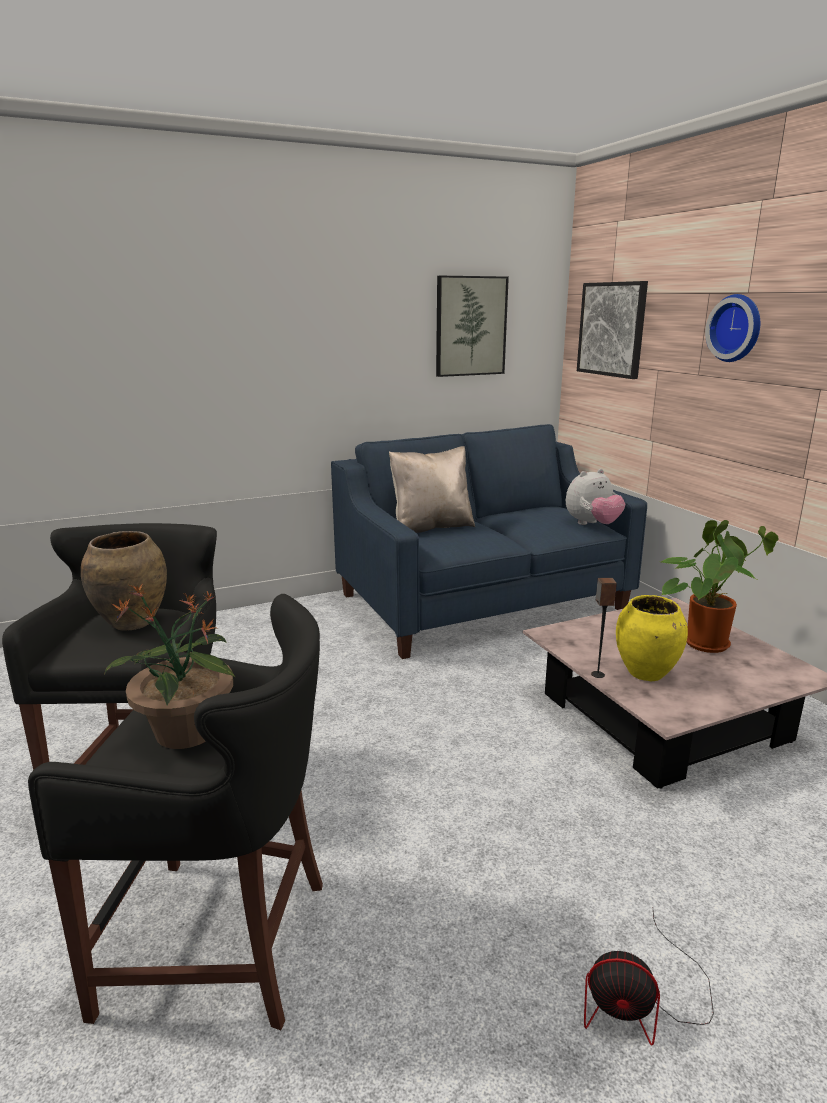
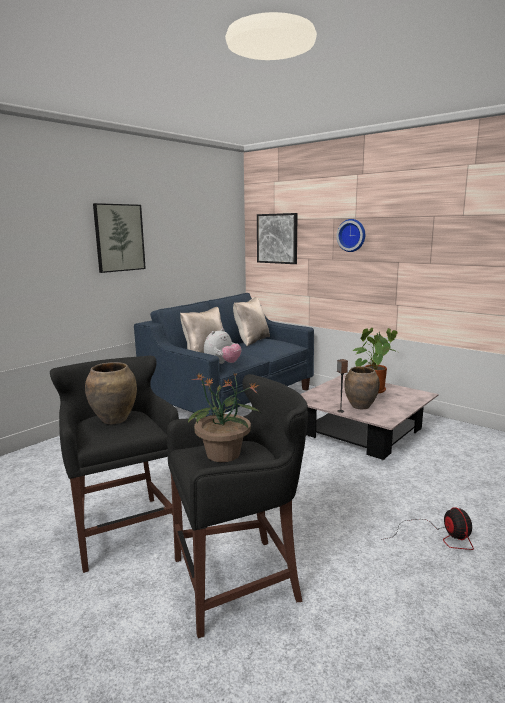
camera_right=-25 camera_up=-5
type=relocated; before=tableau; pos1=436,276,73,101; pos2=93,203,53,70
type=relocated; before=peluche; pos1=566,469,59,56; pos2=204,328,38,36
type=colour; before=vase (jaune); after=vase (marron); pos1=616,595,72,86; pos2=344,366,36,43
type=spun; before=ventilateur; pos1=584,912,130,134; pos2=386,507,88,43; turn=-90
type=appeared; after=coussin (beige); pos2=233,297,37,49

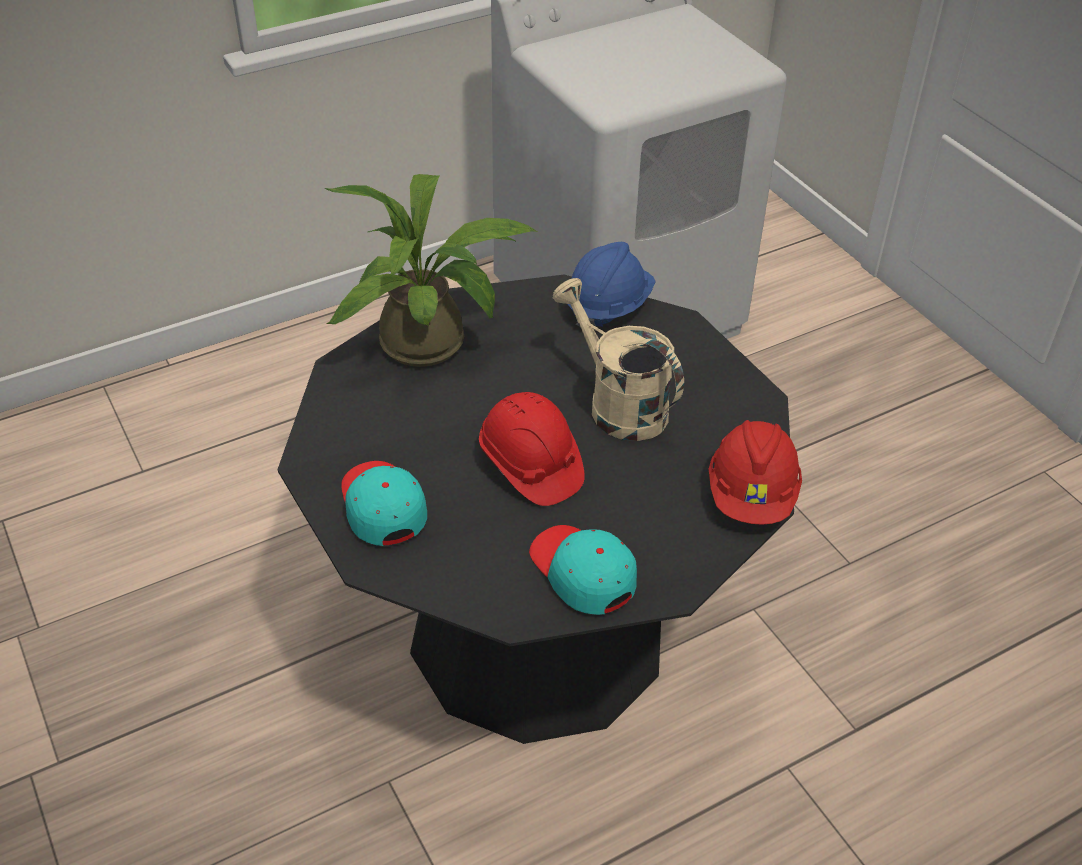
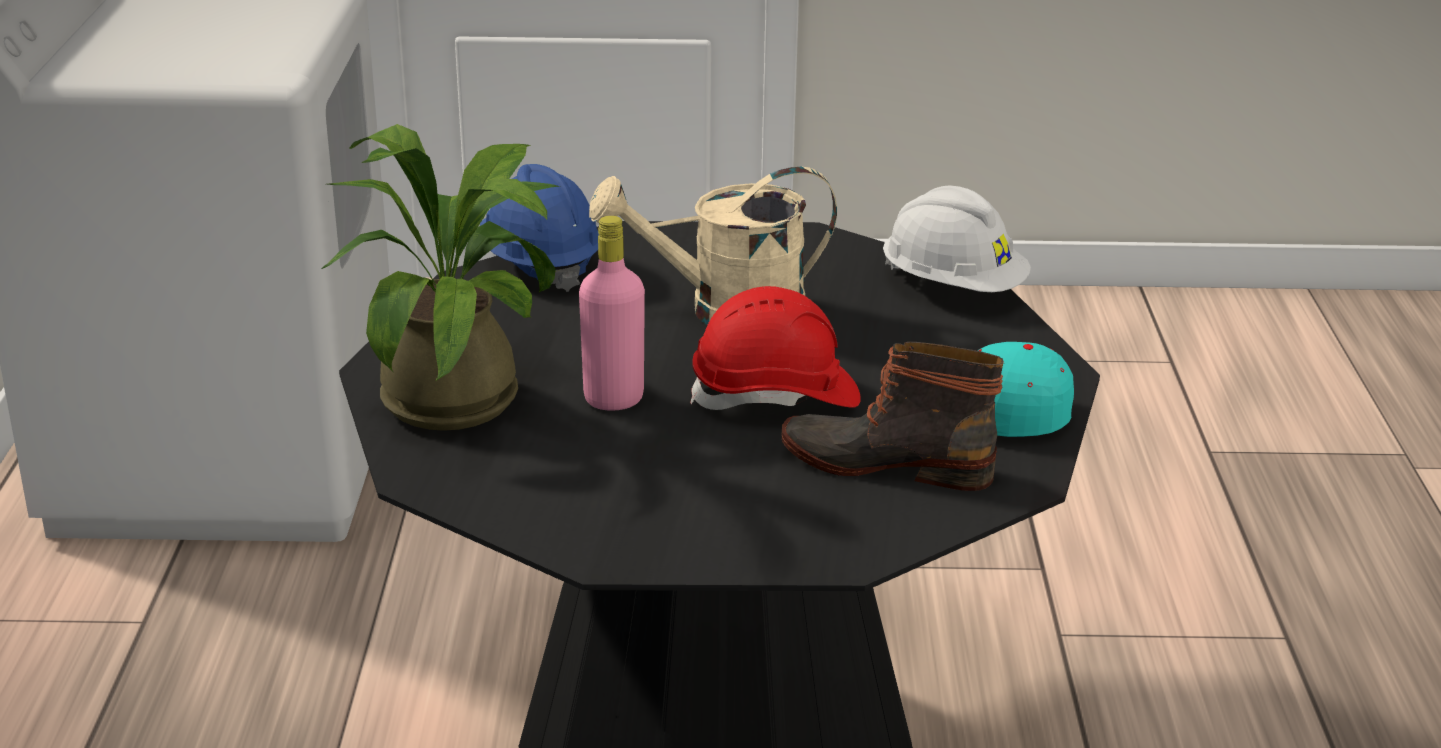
camera_right=-60 camera_up=-15
type=colour; before=casque de chantier (rouge); after=casque de chantier (blanc); pos1=709,420,93,105; pos2=883,186,148,106
type=missing; before=casquette (turquoise); pos1=341,461,86,85
type=appeared; after=bouteille (rose); pos2=579,216,66,195
type=appeared; after=botte; pos2=782,342,222,149

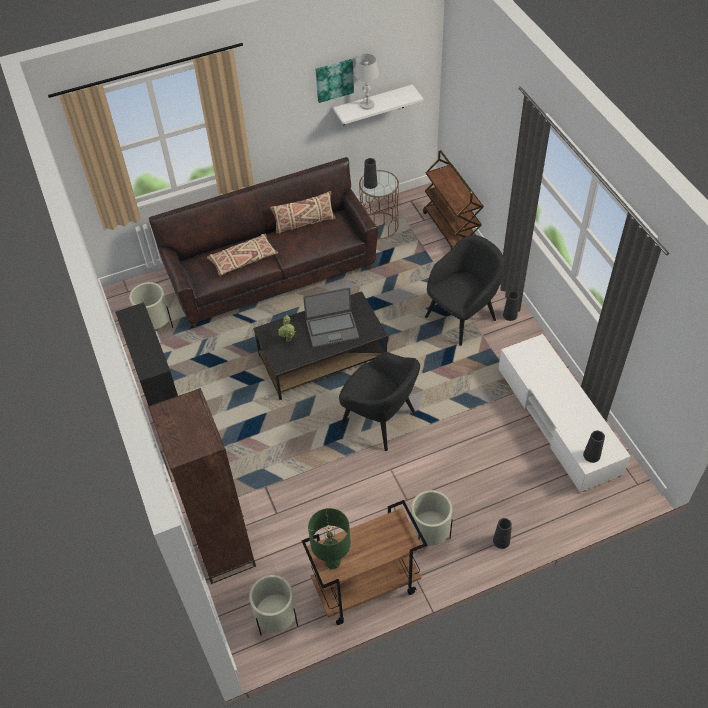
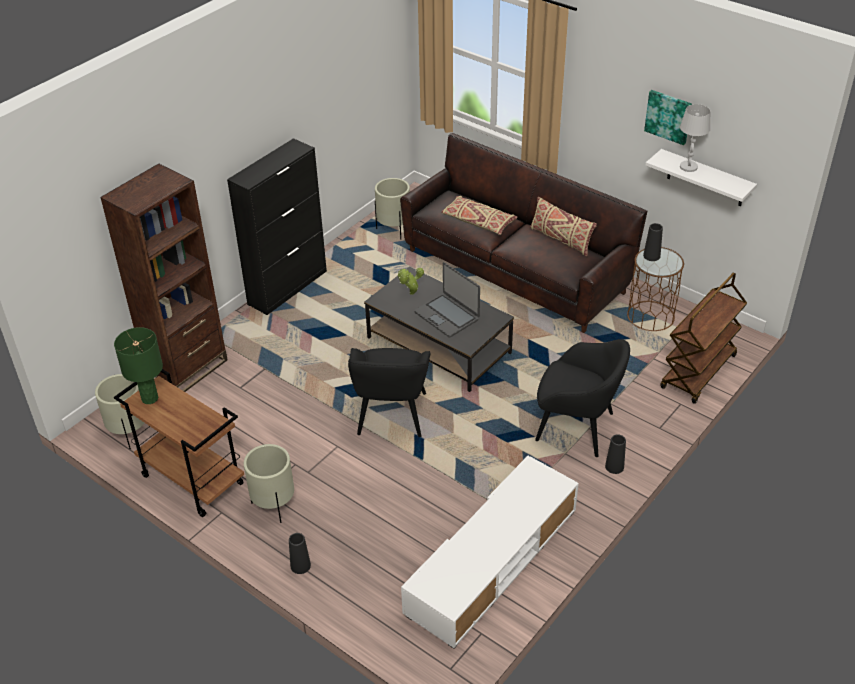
camera_right=60 camera_up=-10
type=missing; before=vase (noir); pos1=583,431,22,32

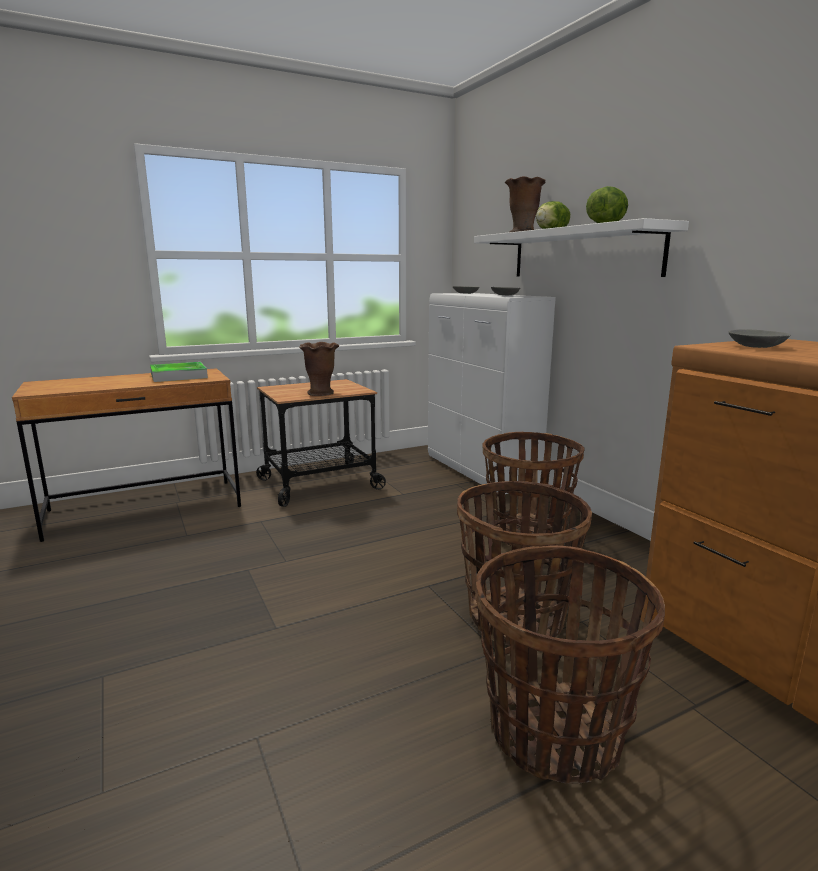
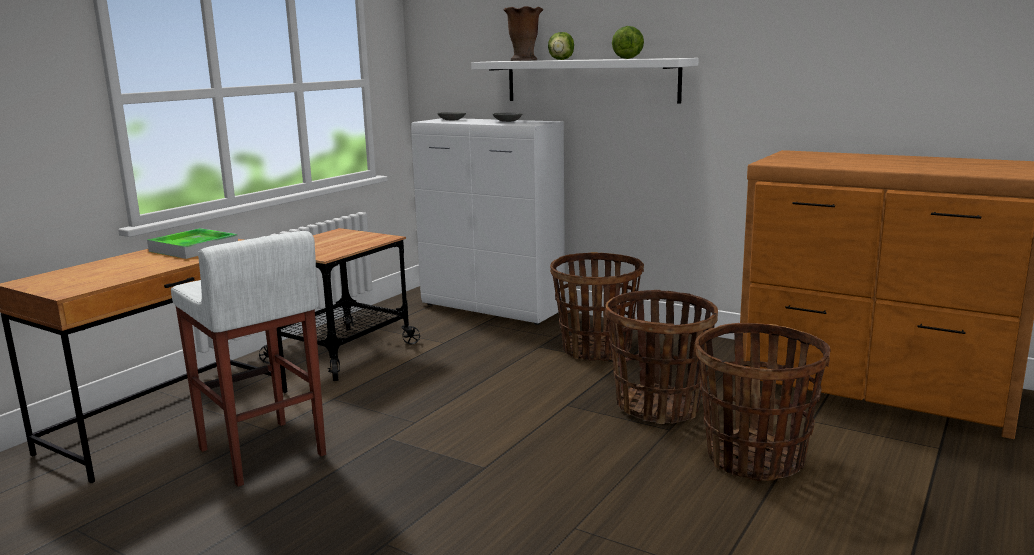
camera_right=-30 camera_up=0
type=missing; before=bol (gris); pos1=729,329,61,19
type=missing; before=vase (marron); pos1=299,342,40,54
type=appeared; after=tabouret (blanc); pos2=171,231,155,256

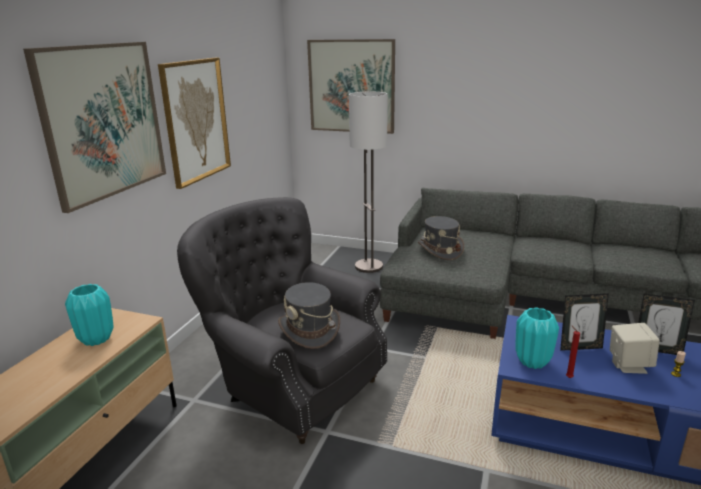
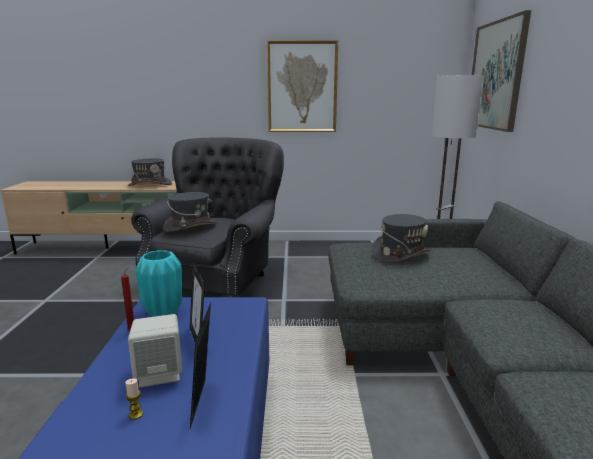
camera_right=70 camera_up=-5
type=missing; before=tableau; pos1=23,42,143,171
type=exchanged; before=vase (turquoise); after=chapeau (gris); pos1=65,284,49,62; pos2=128,159,44,27

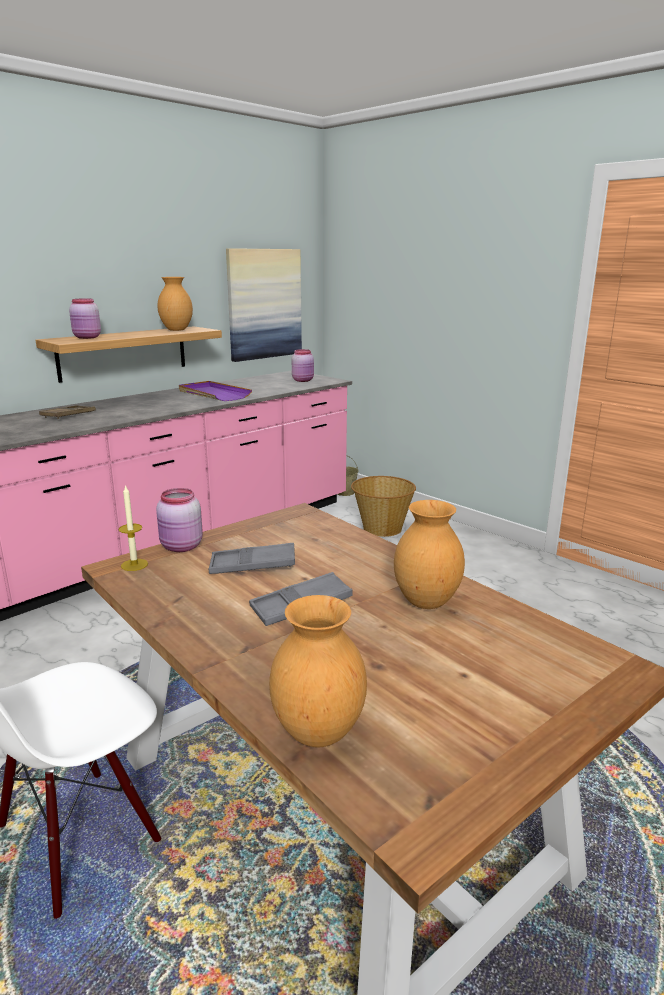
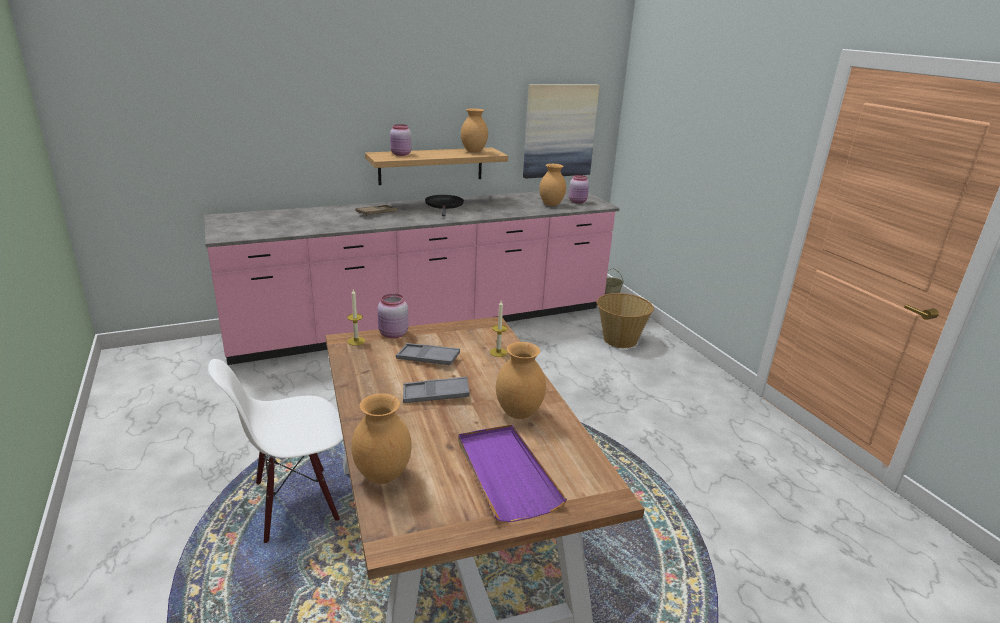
camera_right=20 camera_up=5
type=relocated; before=plateau (violet); pos1=179,381,73,20; pos2=458,424,109,98
type=appeared; after=vase (marron); pos2=539,164,27,42
type=appeared; after=poêle (noir); pos2=425,195,39,21
type=appeared; after=bougie; pos2=490,301,17,56

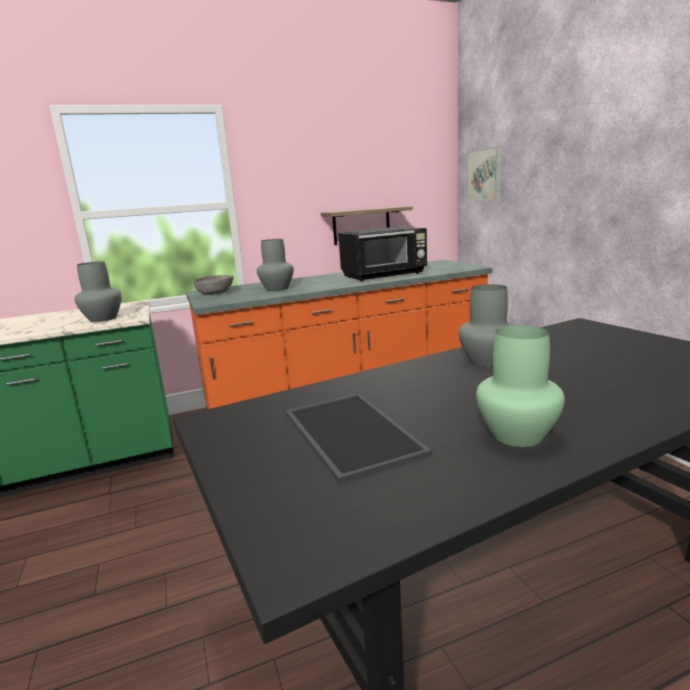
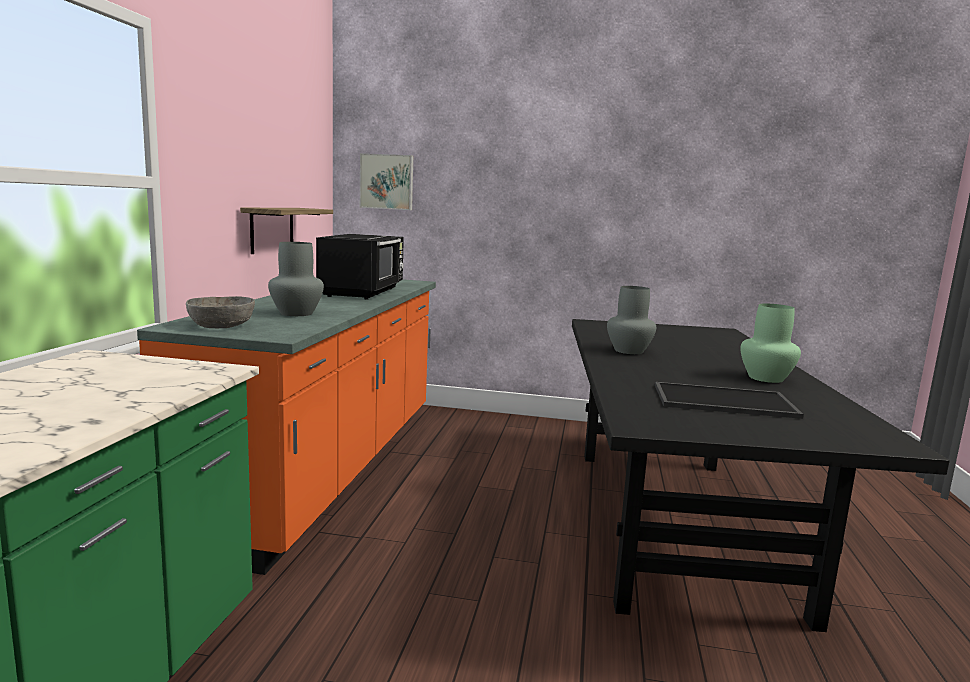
camera_right=-60 camera_up=-5
type=missing; before=vase (gris); pos1=74,261,48,61

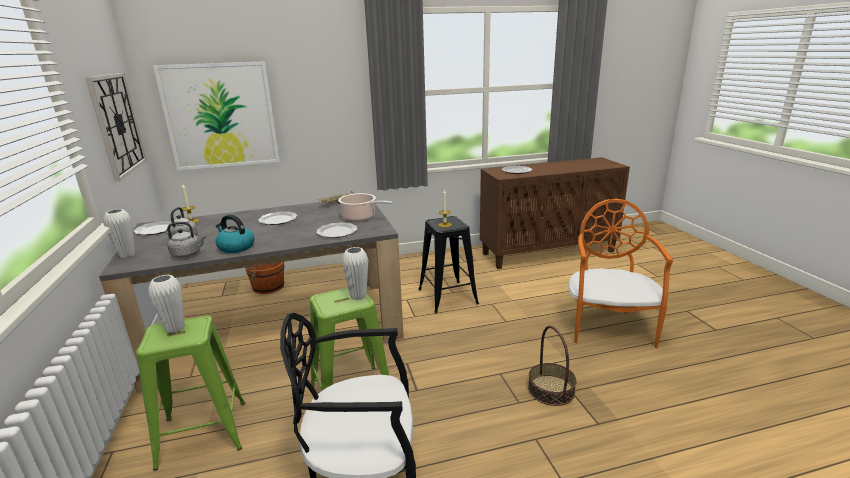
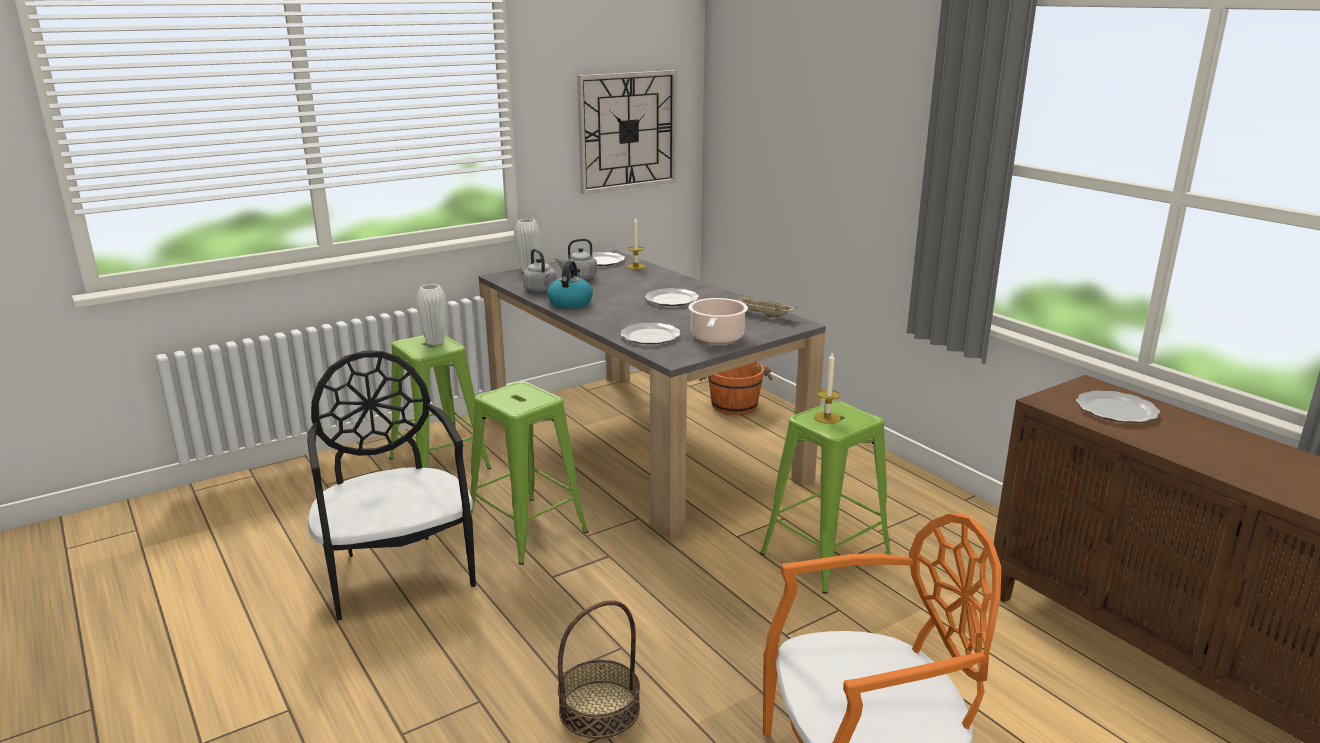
camera_right=70 camera_up=0
type=missing; before=tableau; pos1=153,61,127,110
type=colour; before=tabouret (noir); after=tabouret (vert); pos1=418,216,61,97; pos2=760,401,131,193
type=missing; before=vase (blanc); pos1=342,247,26,53

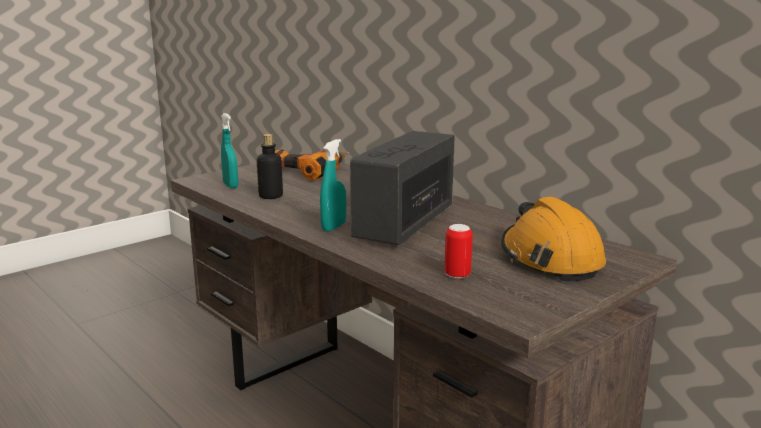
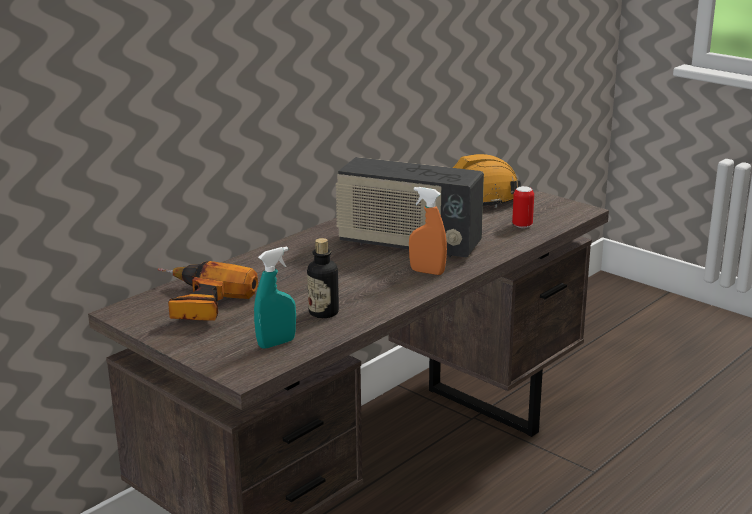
camera_right=-95 camera_up=5
type=colour; before=vaporisateur (turquoise); after=vaporisateur (orange); pos1=320,139,26,93; pos2=409,187,38,88

